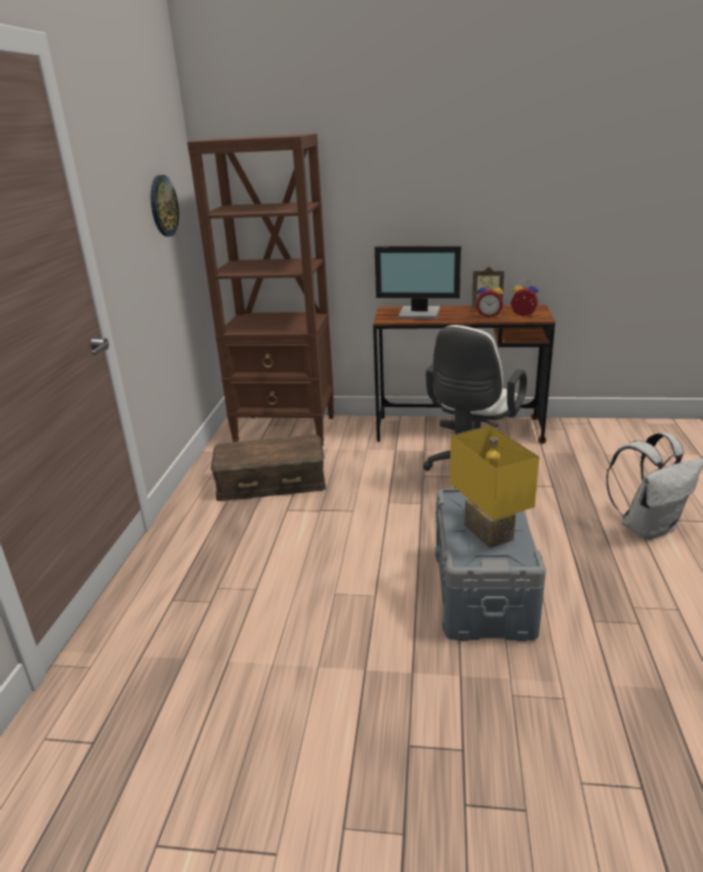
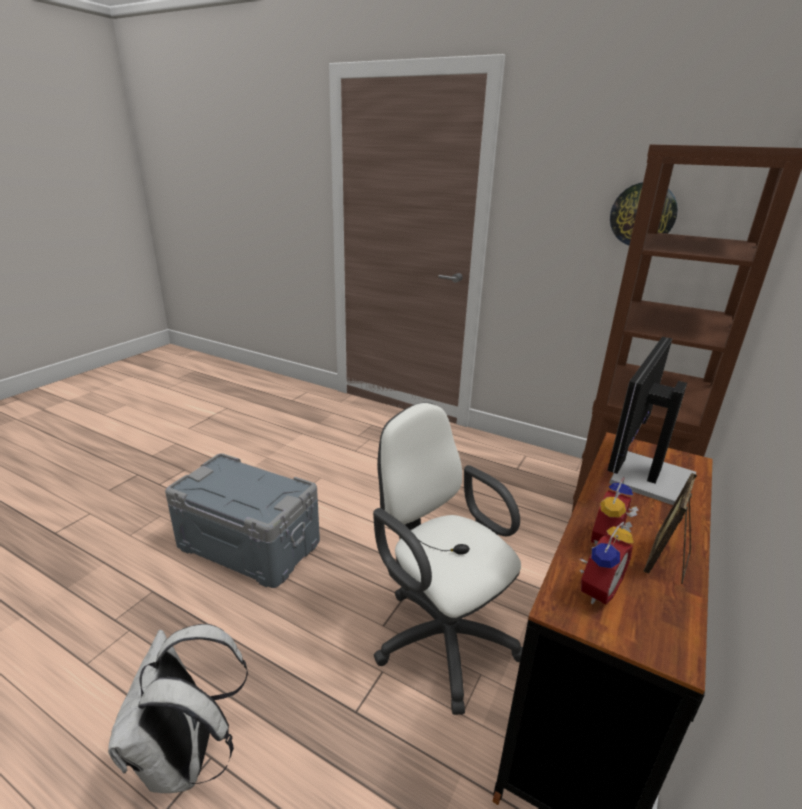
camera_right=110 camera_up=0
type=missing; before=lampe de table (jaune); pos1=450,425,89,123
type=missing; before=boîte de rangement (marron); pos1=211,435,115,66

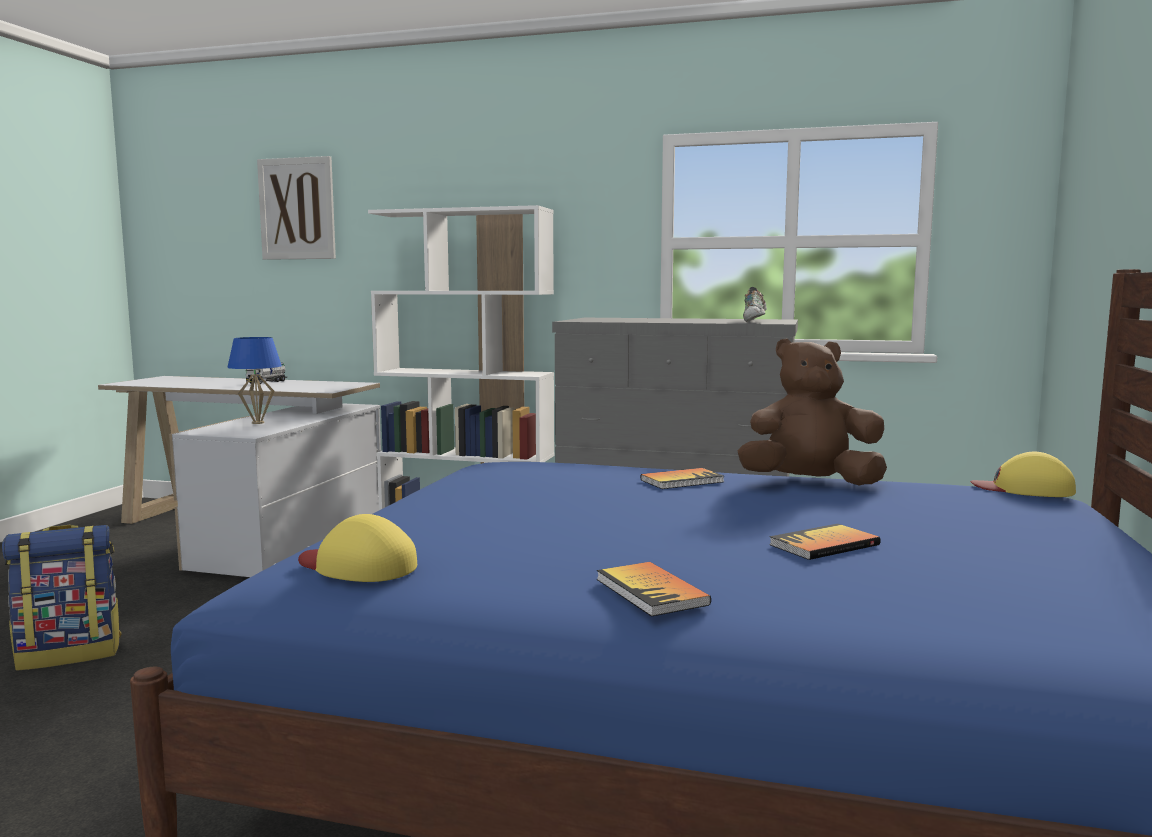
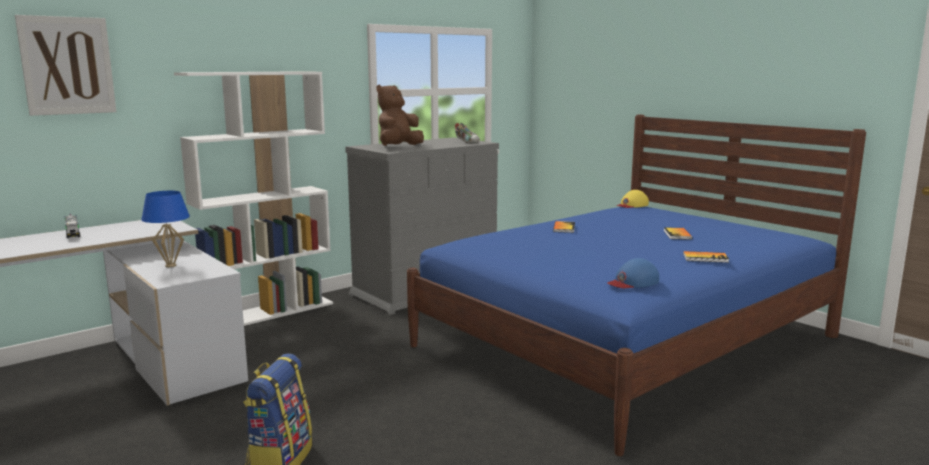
camera_right=-55 camera_up=5
type=relocated; before=peluche (marron); pos1=737,338,150,147; pos2=376,85,48,61
type=colour; before=casquette (jaune); after=casquette (bleu); pos1=298,514,119,68; pos2=608,258,51,30

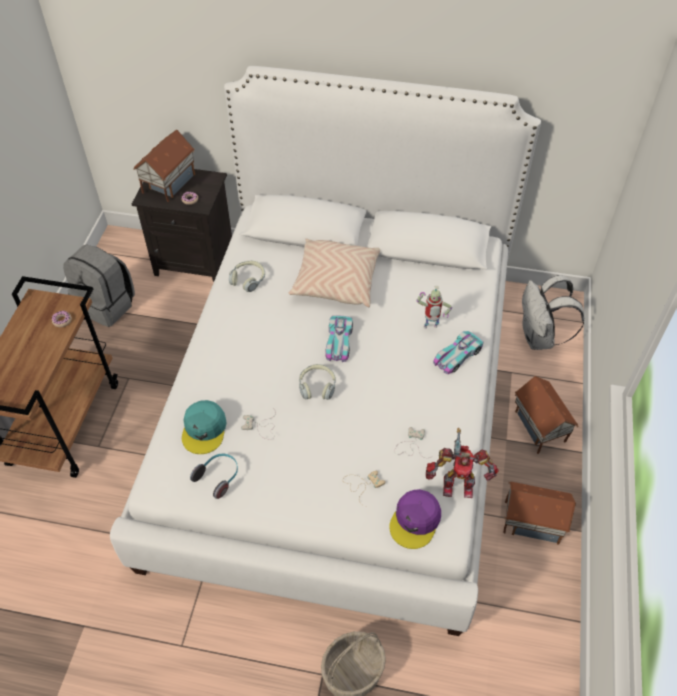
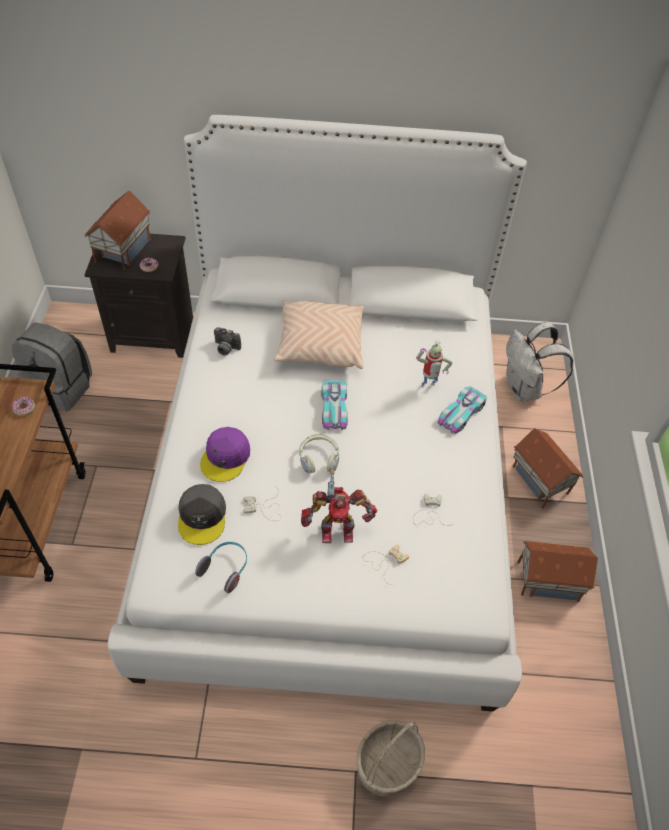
camera_right=-10 camera_up=0
type=exchanged; before=casque audio; after=appareil photo; pos1=229,261,36,31; pos2=214,327,27,28
type=colour; before=casquette (turquoise); after=casquette (gris); pos1=182,400,45,54; pos2=178,484,48,61
type=relocated; before=robot jouet; pos1=426,428,73,70; pos2=301,469,76,74
type=relocated; before=casquette (violet); pos1=389,489,52,60; pos2=200,427,50,55

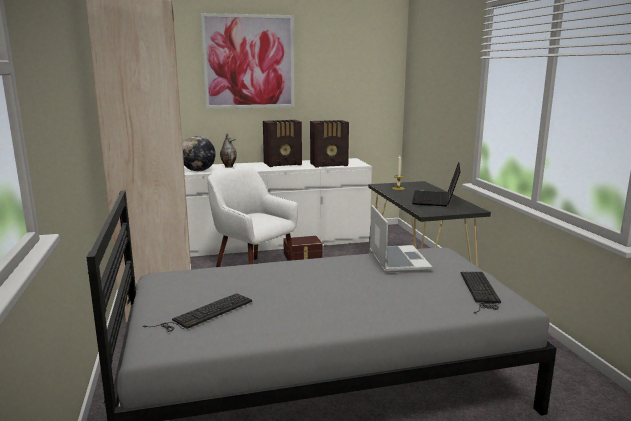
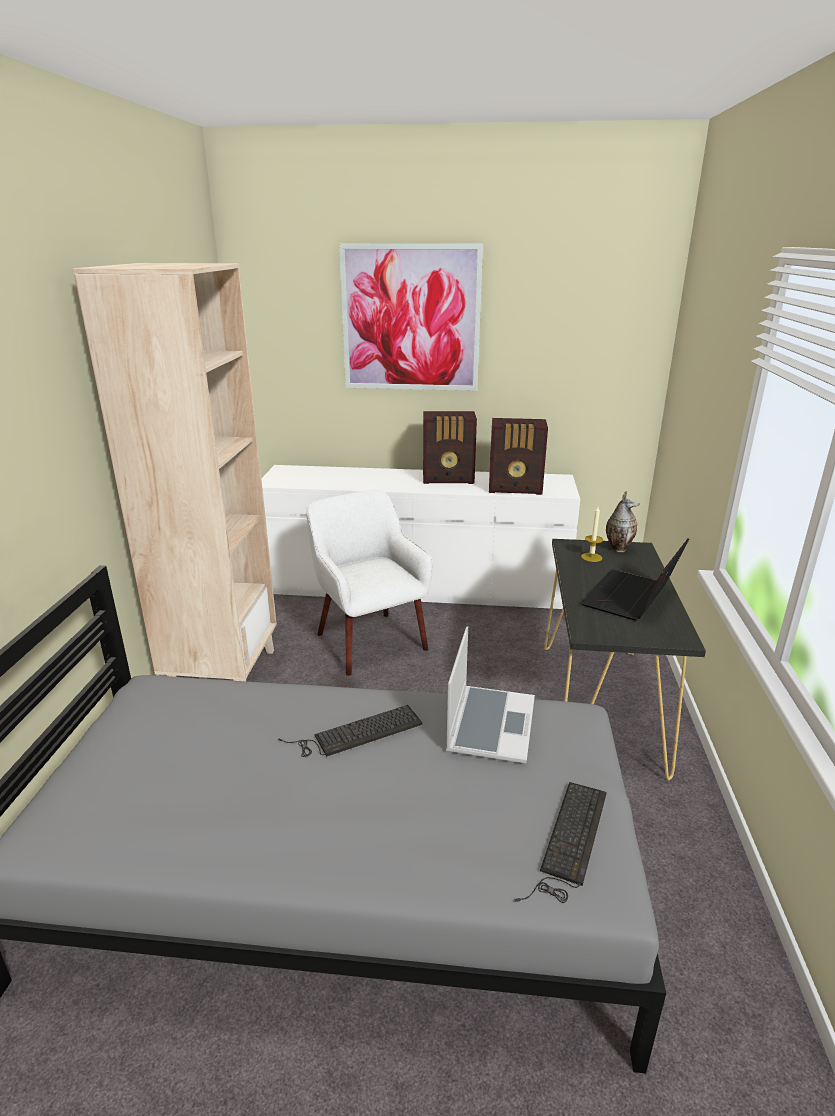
camera_right=20 camera_up=10
type=relocated; before=vase; pos1=220,133,17,35; pos2=606,491,34,61
type=missing; before=globe; pos1=182,136,34,35
type=missing; before=boîte de rangement (marron); pos1=283,236,40,25
type=relocated; before=clavier; pos1=143,293,109,39; pos2=278,705,144,52

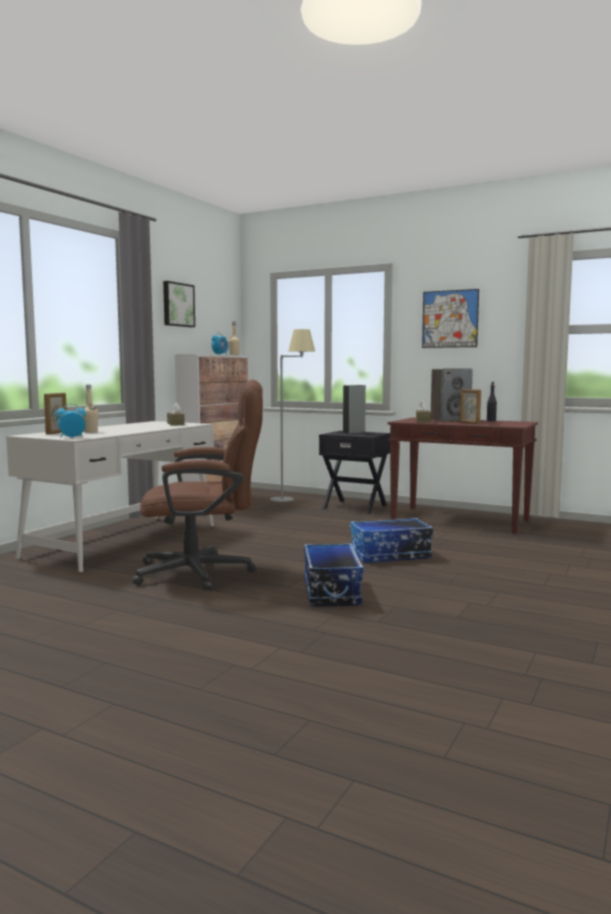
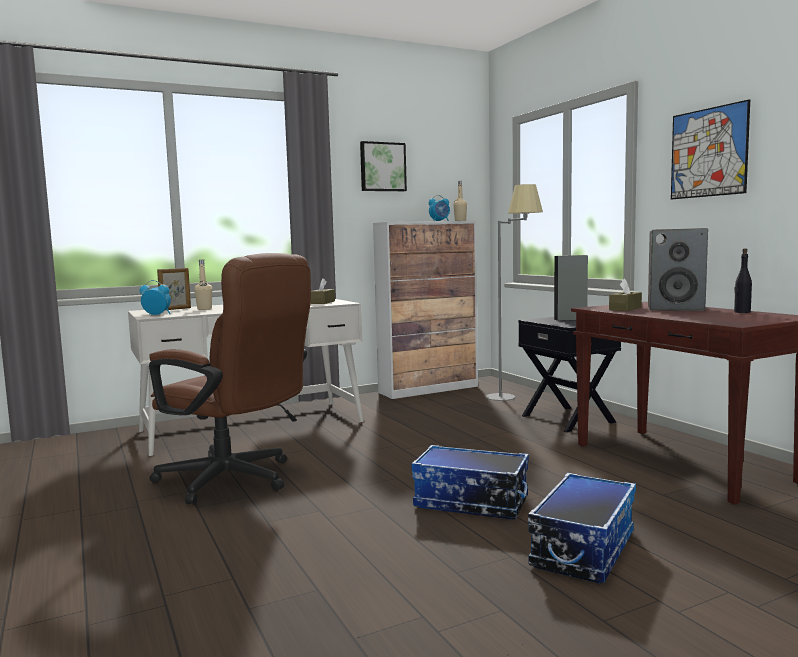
camera_right=35 camera_up=0
type=missing; before=cadre photo; pos1=460,389,21,35
type=relocated; before=boîte de rangement; pos1=304,543,60,64; pos2=528,473,108,110

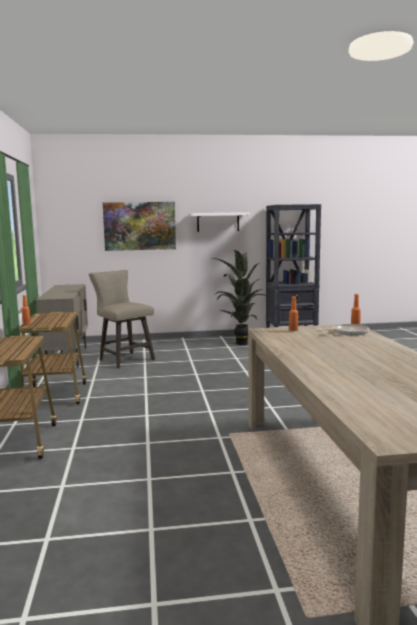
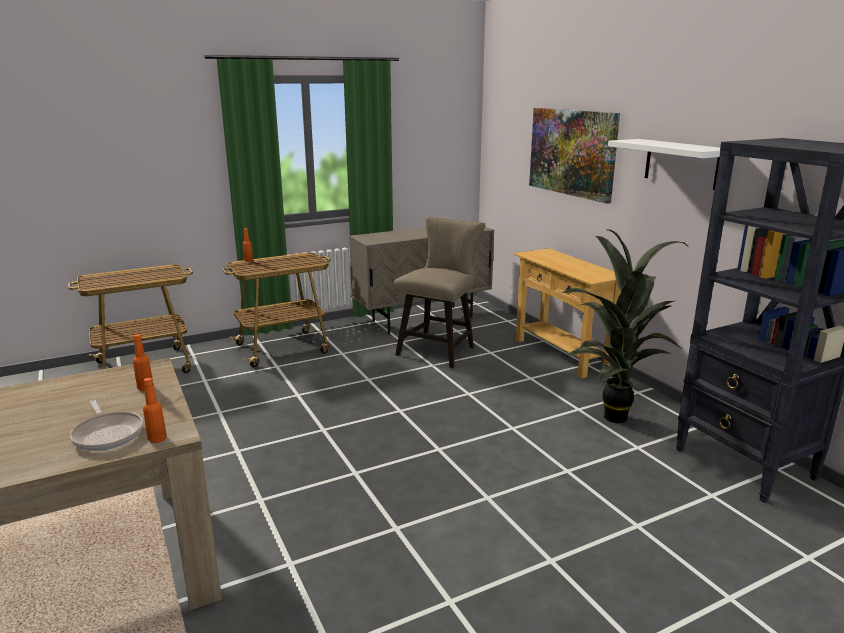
camera_right=70 camera_up=10
type=appeared; after=table console (beige); pos2=514,248,107,131

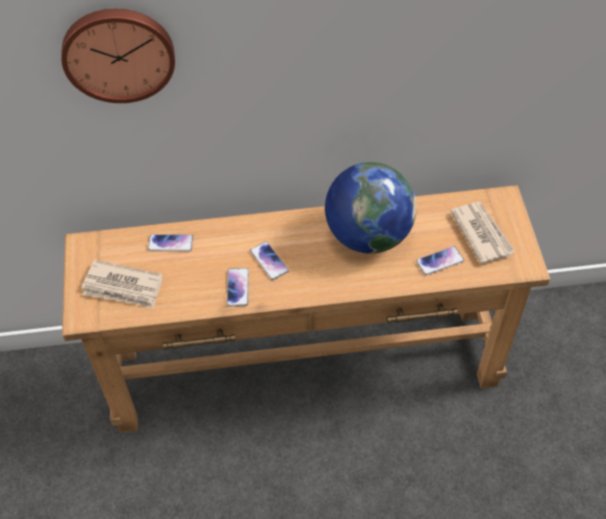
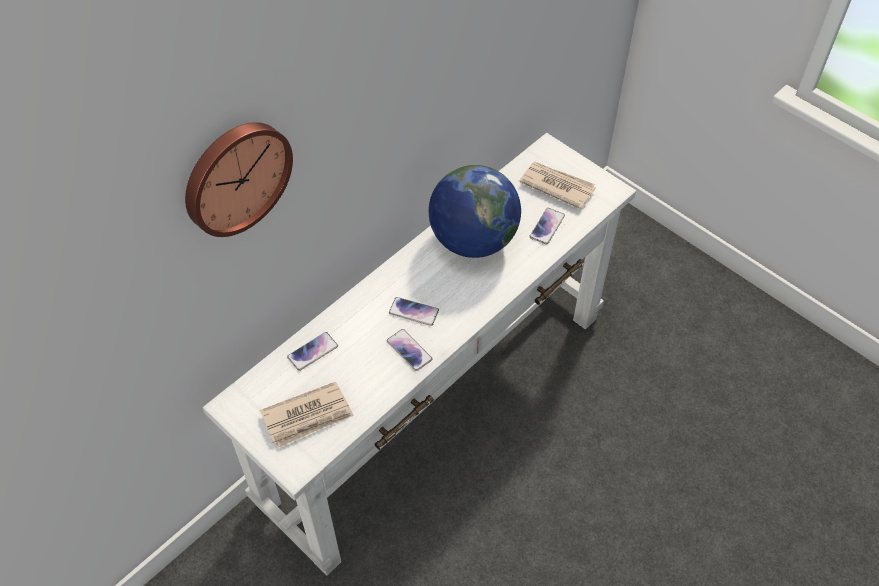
camera_right=-40 camera_up=0
type=colour; before=table console (marron); after=table console (blanc); pos1=62,185,488,248; pos2=203,133,433,443

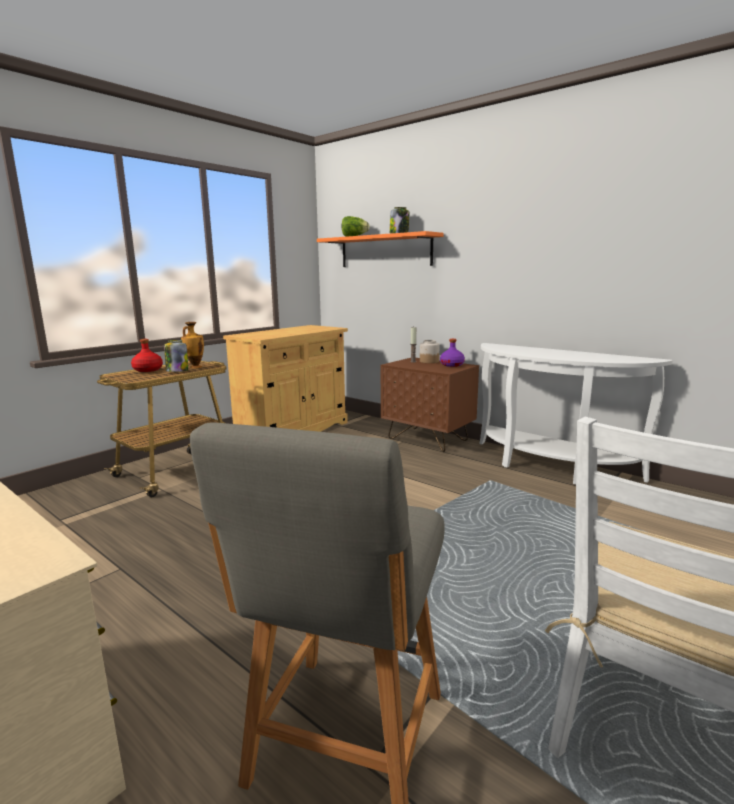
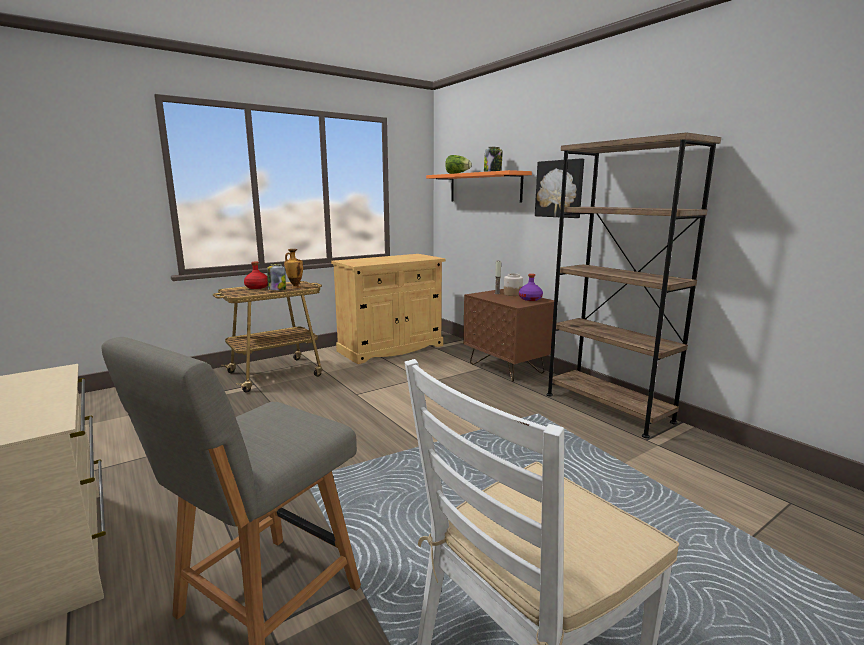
camera_right=15 camera_up=0
type=exchanged; before=table console (blanc); after=bibliothèque (marron); pos1=479,343,194,142; pos2=547,132,174,306
type=appeared; after=tableau; pos2=535,158,49,60

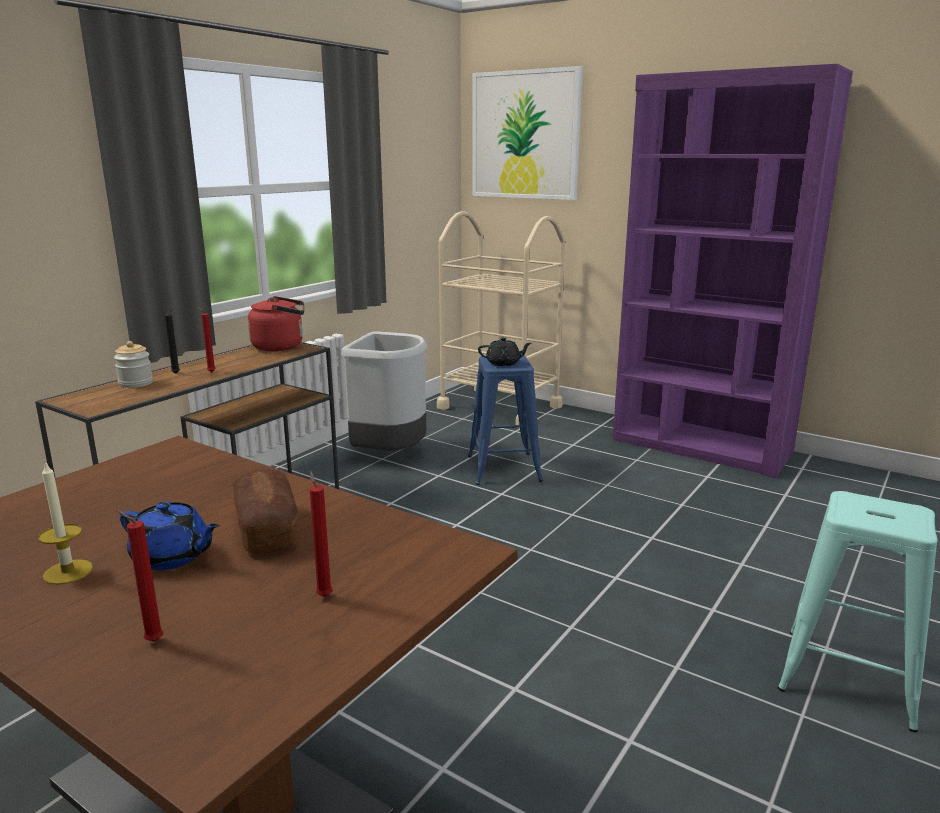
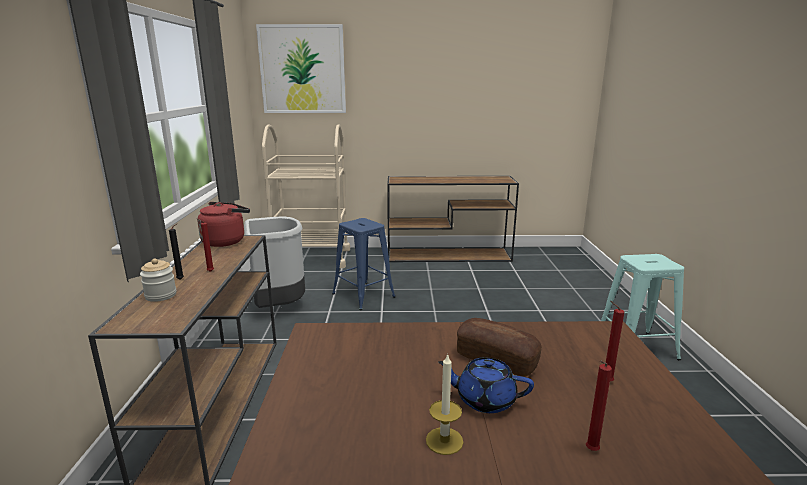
camera_right=-35 camera_up=0
type=exchanged; before=bibliothèque (violet); after=table console (marron); pos1=613,64,240,414; pos2=387,176,132,86
type=missing; before=théière (noir); pos1=478,337,54,29
type=spun; before=théière (bleu); pos1=120,501,100,69; pos2=439,357,95,56; turn=-150

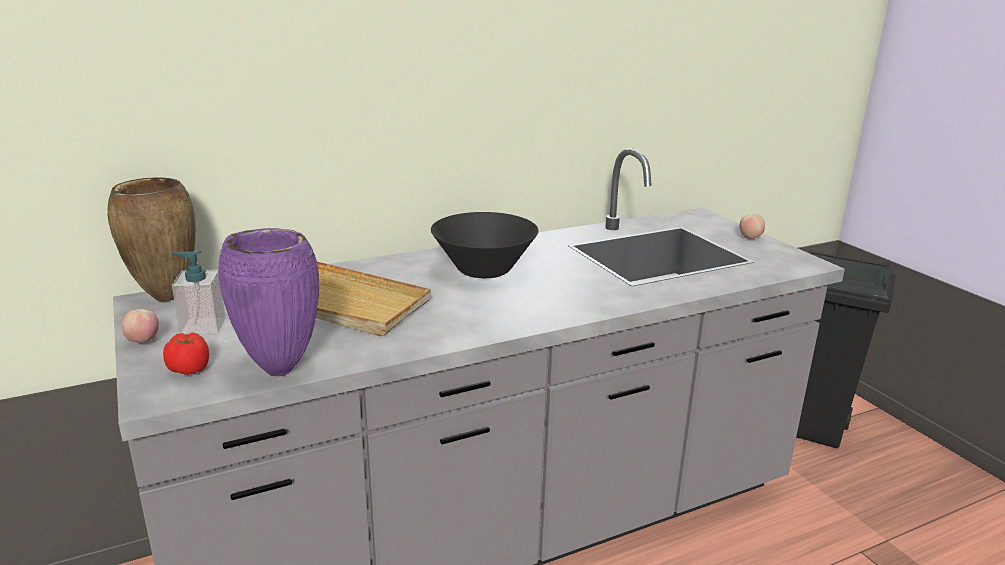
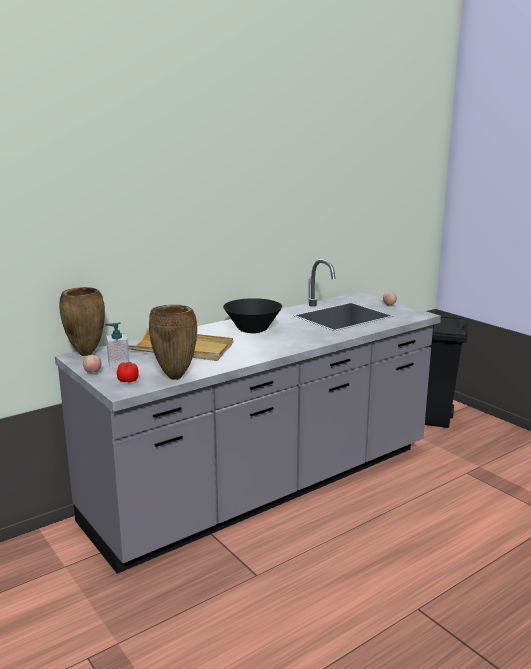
camera_right=-10 camera_up=-5
type=colour; before=vase (violet); after=vase (marron); pos1=218,228,101,148; pos2=149,305,48,75

